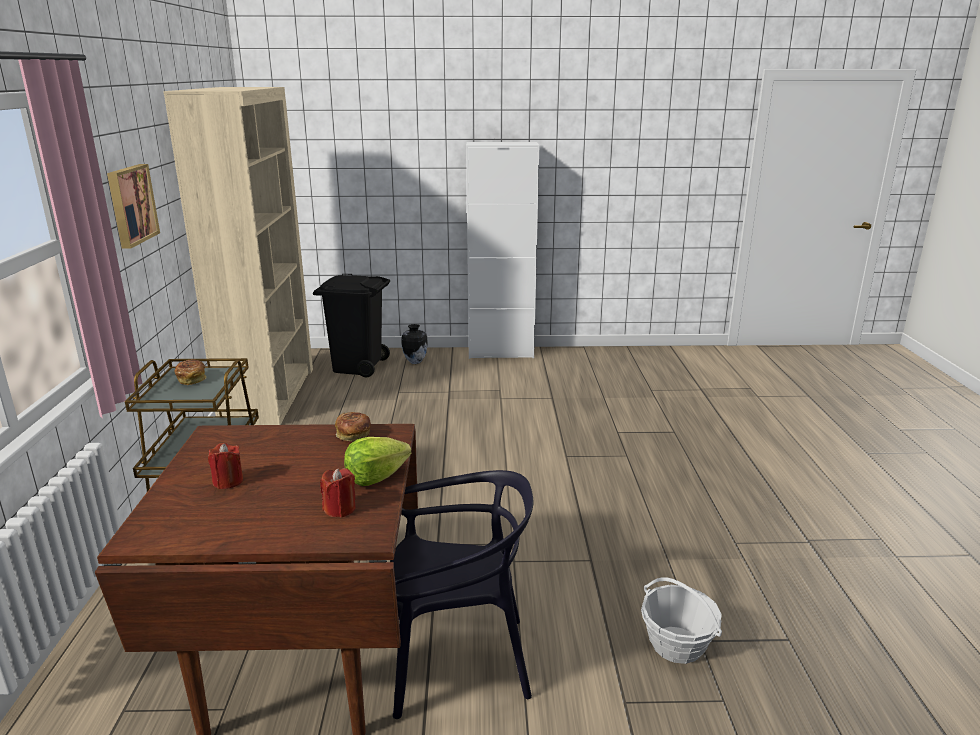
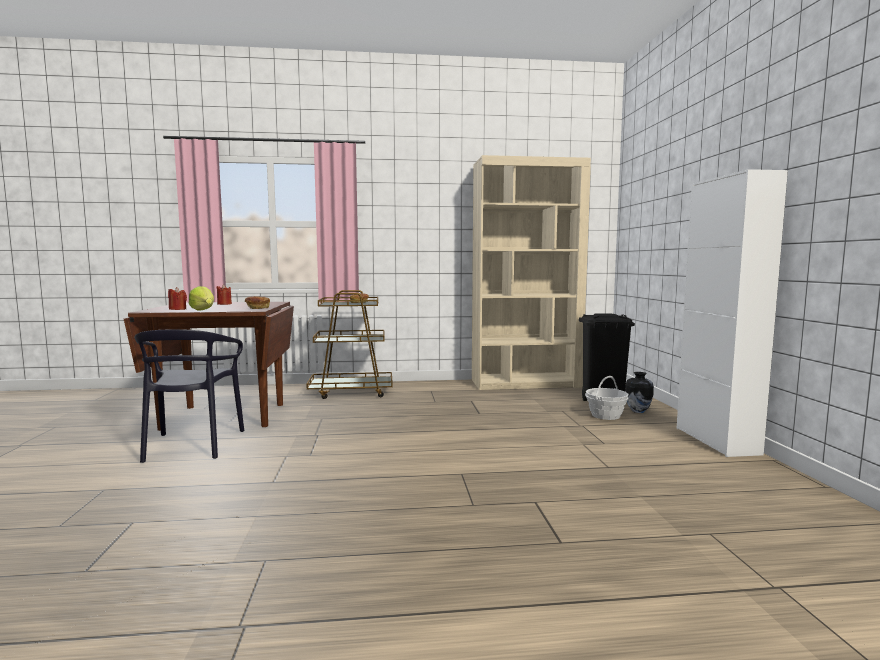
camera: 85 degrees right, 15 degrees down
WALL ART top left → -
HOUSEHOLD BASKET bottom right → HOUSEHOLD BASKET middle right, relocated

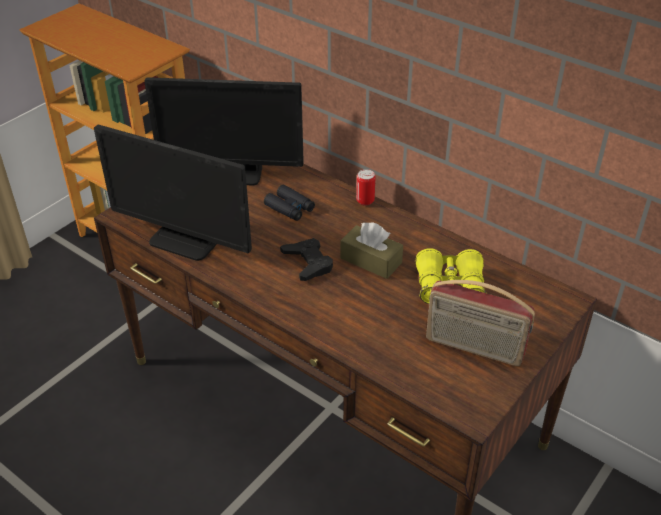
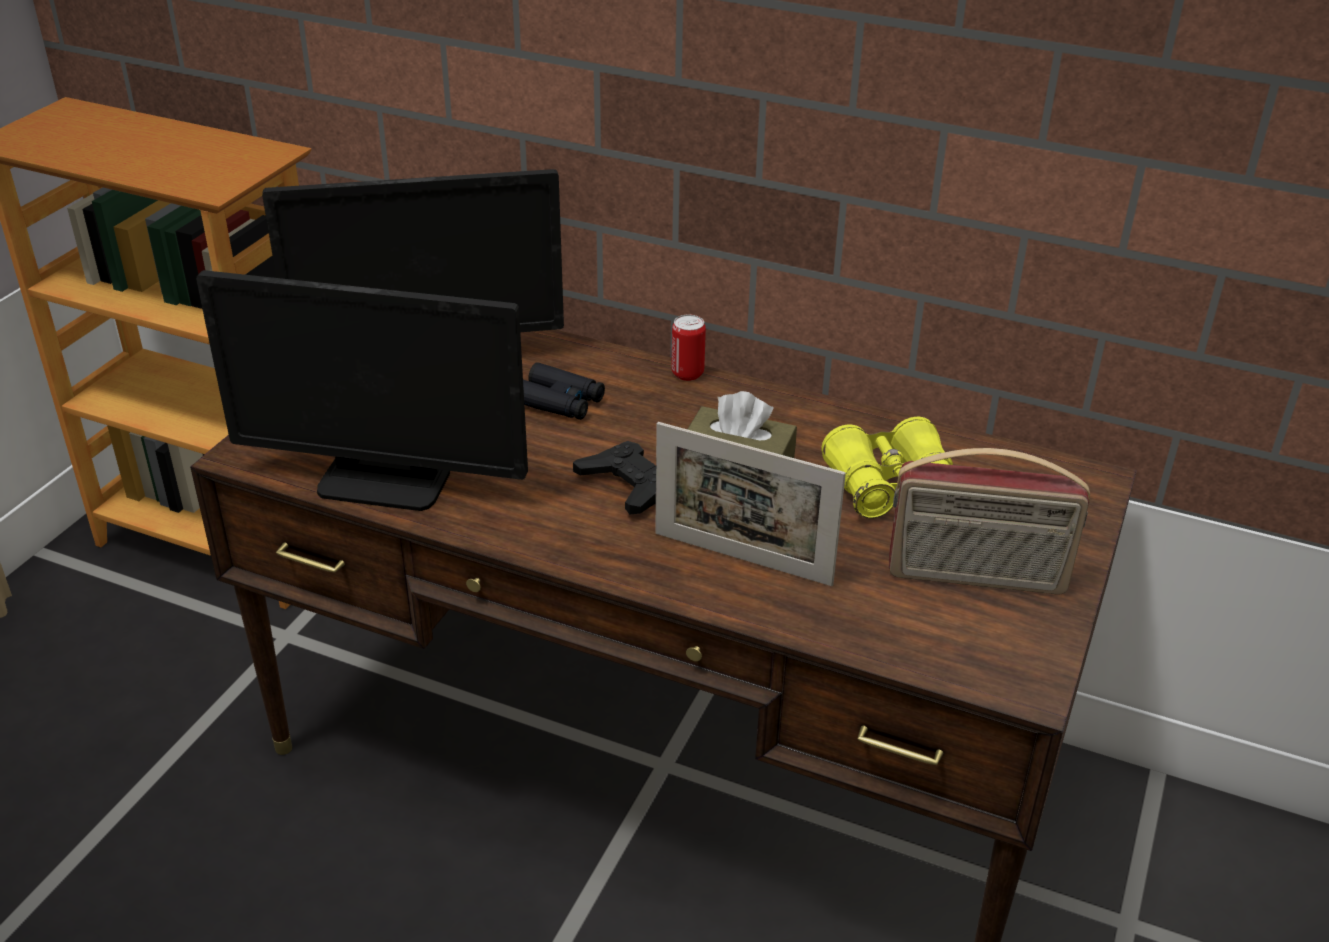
camera: 15 degrees left, 5 degrees down
- → PICTURE FRAME centre

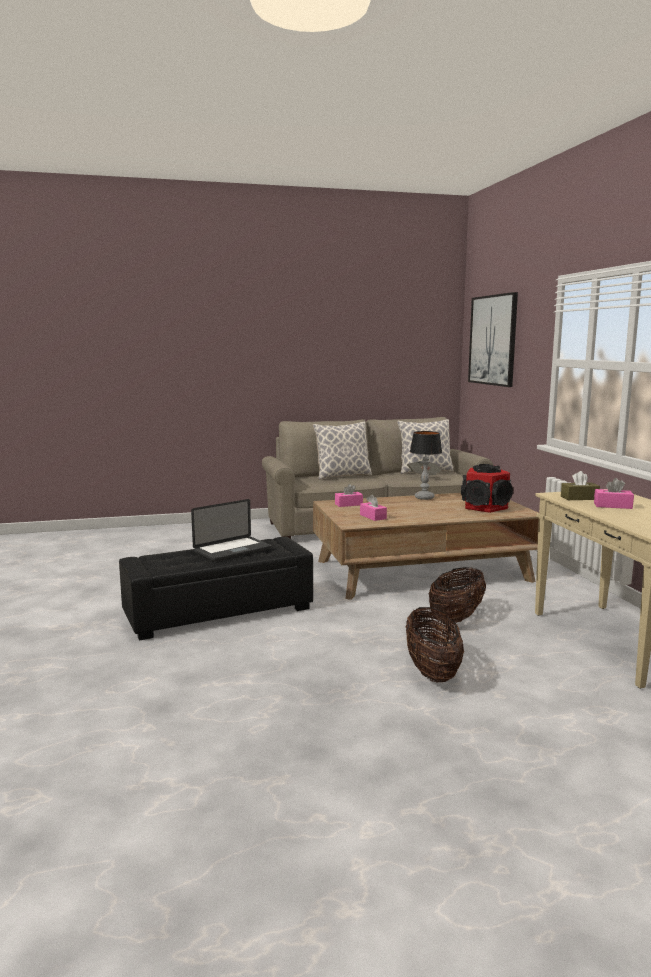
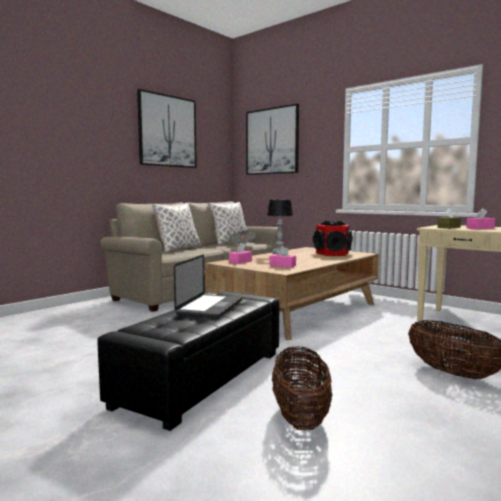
camera: 35 degrees left, 5 degrees down
- → WALL ART (no. 1 from left) top centre
HOUSEHOLD BASKET (no. 2 from left in the first image) middle right → HOUSEHOLD BASKET (no. 1 from left) bottom centre, relocated

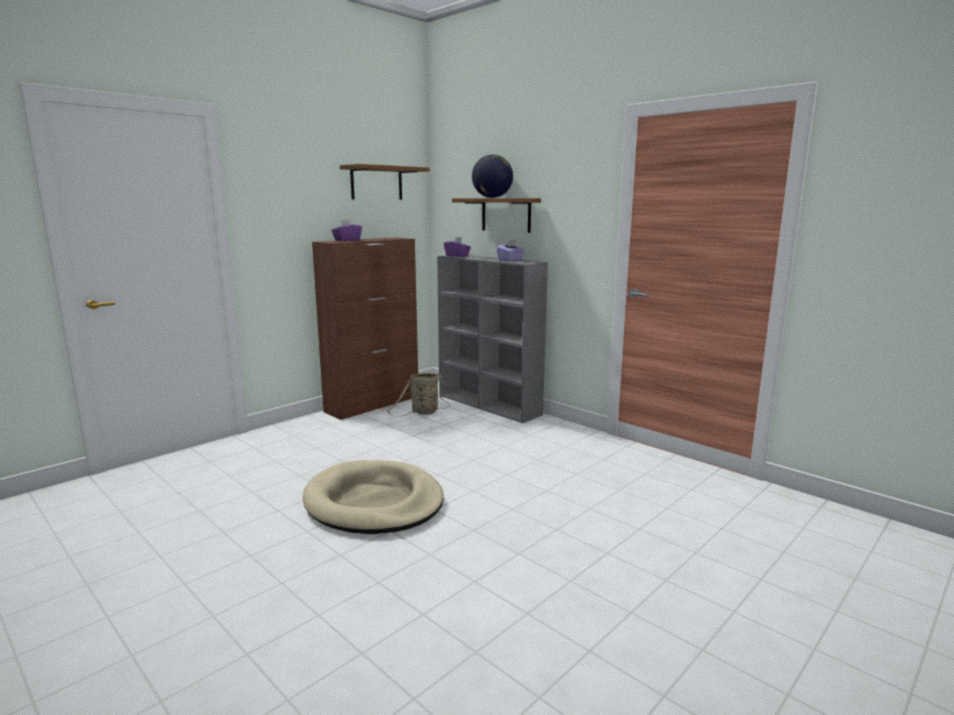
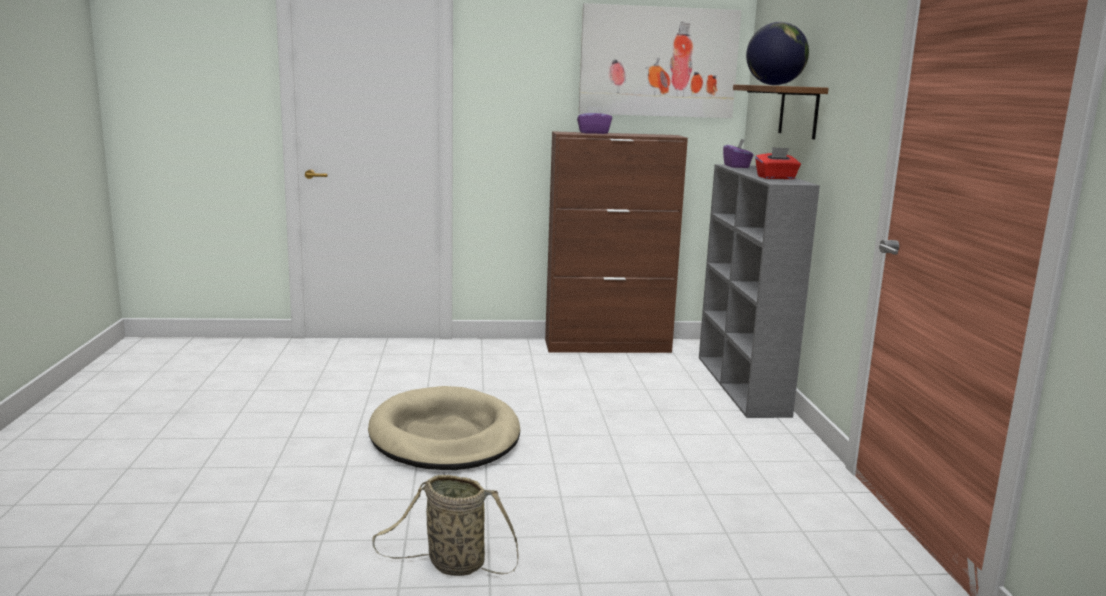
camera: 40 degrees right, 0 degrees up
HOUSEHOLD BASKET centre → HOUSEHOLD BASKET bottom centre, relocated
BROWN WALL SHELF (no. 1 from left) top centre → WALL ART top centre
PURPLISH TISSUE HOLDER (no. 3 from left) centre → REDDISH TISSUE HOLDER top right

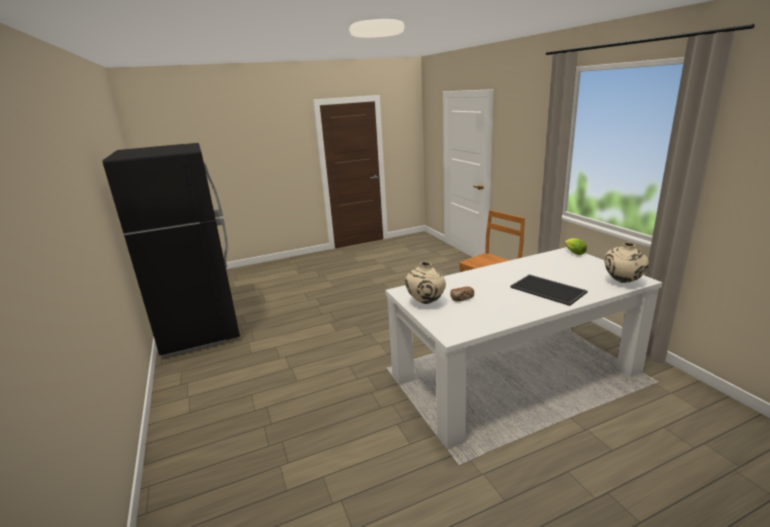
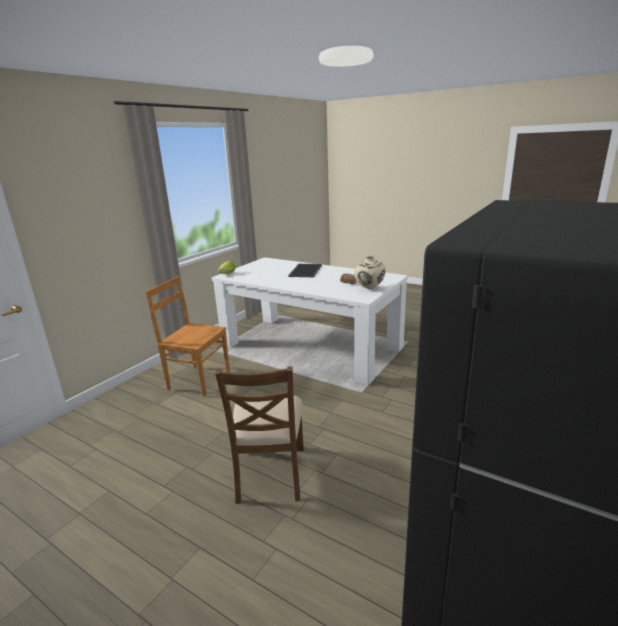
camera: 125 degrees left, 0 degrees up
BEIGE VASE (no. 2 from left) middle right → -
- → BROWN CHAIR (no. 2 from left) bottom centre

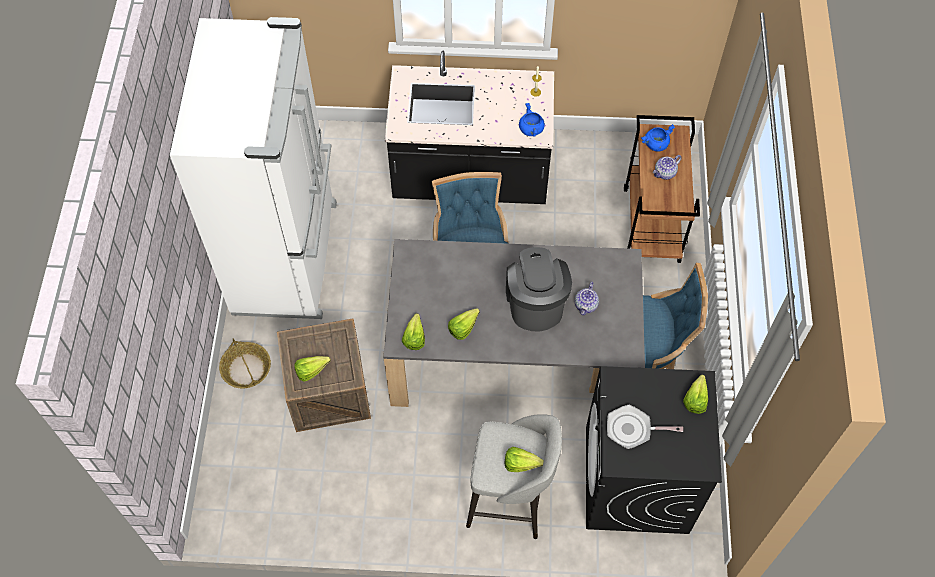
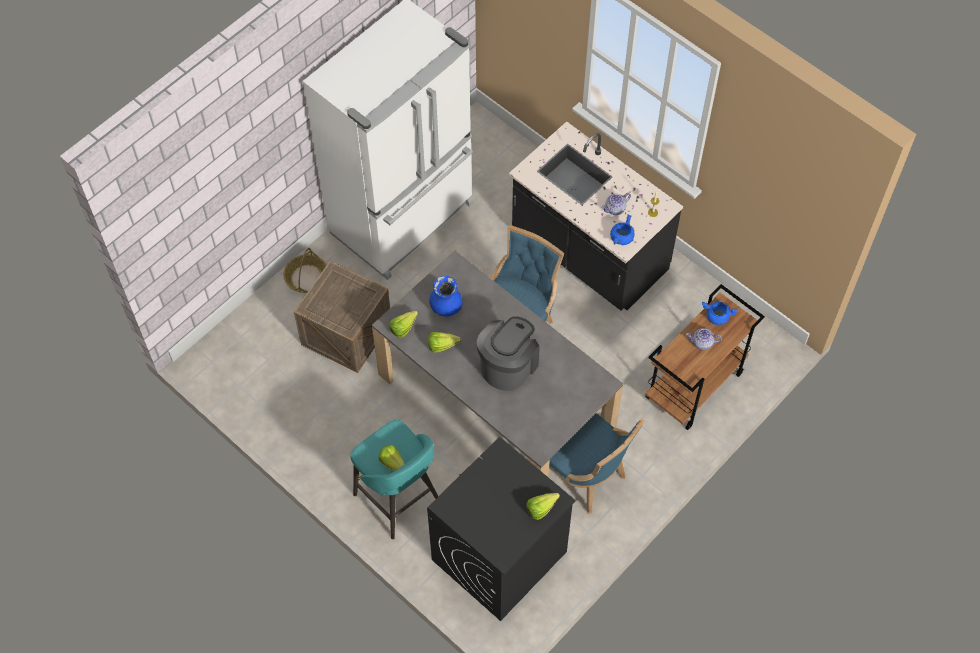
camera: 40 degrees right, 0 degrees up
HEAD OF LETTUCE (no. 1 from left) centre → -
PAN bottom right → -
- → BLUISH VASE centre
TEAPOT (no. 1 from left) centre → TEAPOT (no. 1 from left) top centre, relocated
GREY SITTING STOOL bottom centre → BLUE-GREEN SITTING STOOL bottom centre

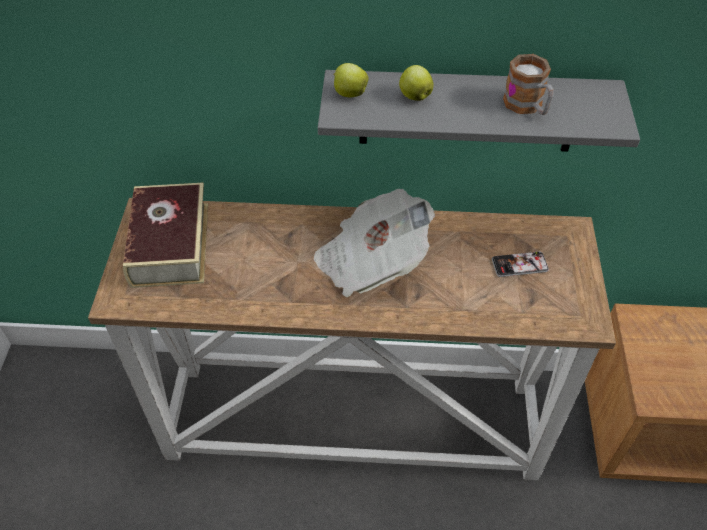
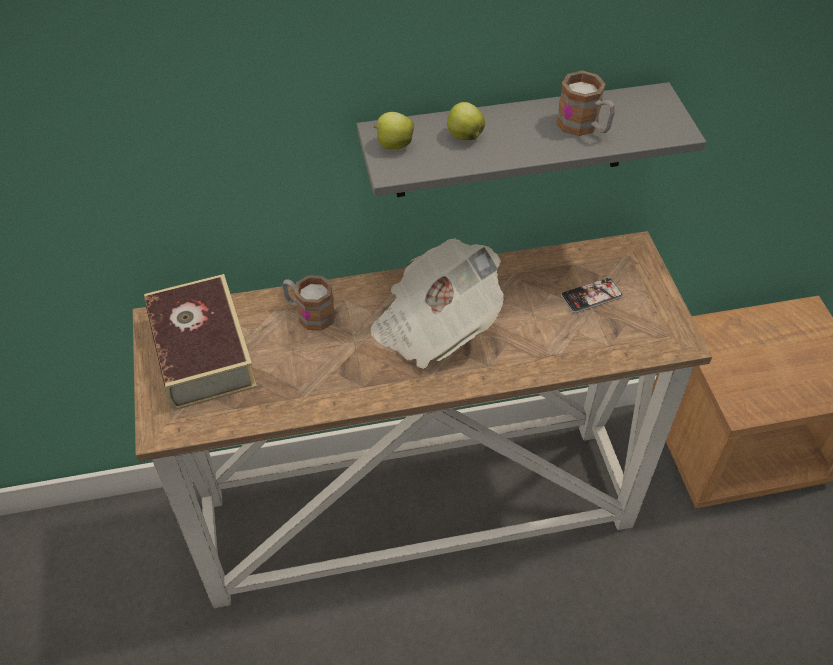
camera: 15 degrees left, 0 degrees up
- → COFFEE MUG (no. 1 from left) centre

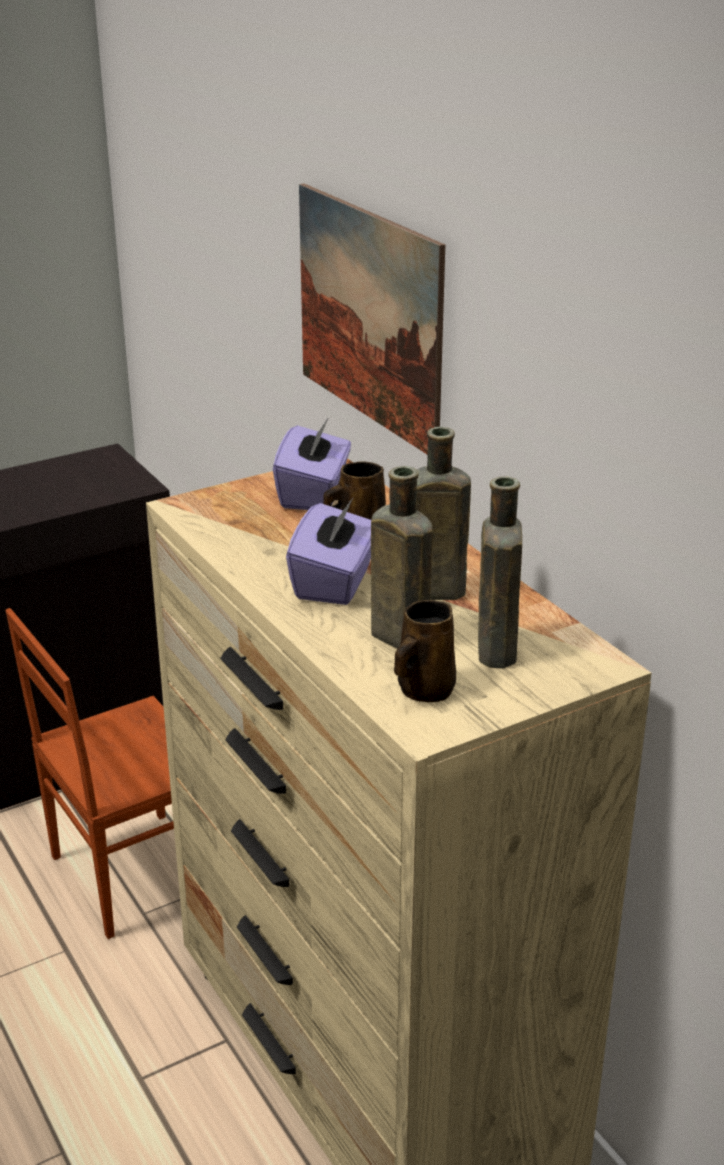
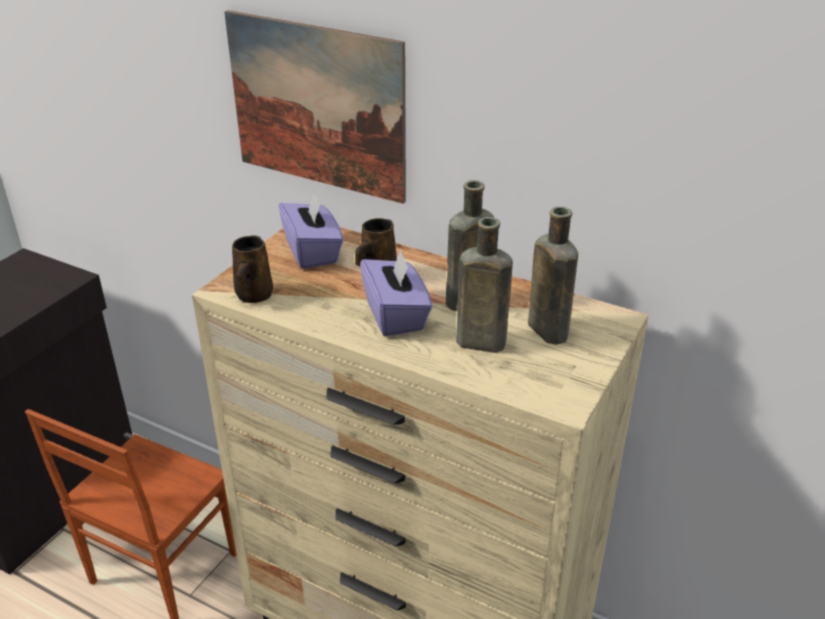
camera: 30 degrees left, 5 degrees up
BROWN COFFEE MUG (no. 2 from left in the first image) centre → BROWN COFFEE MUG (no. 1 from left) middle left, relocated

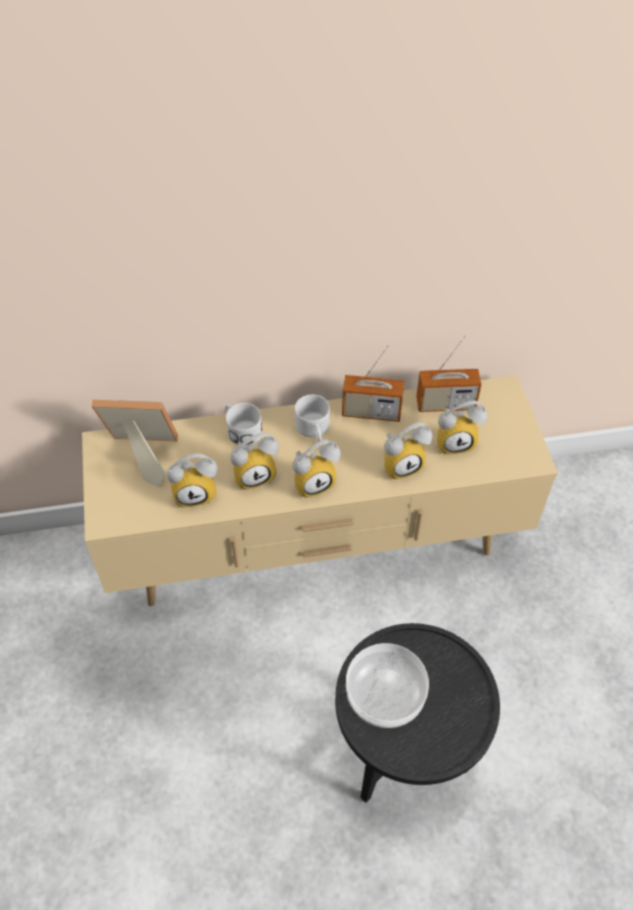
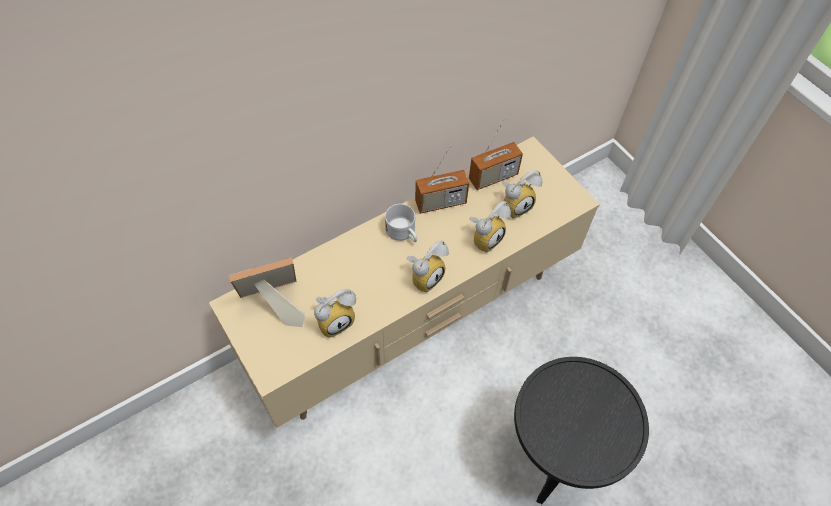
camera: 25 degrees left, 5 degrees up
WHITE COFFEE MUG (no. 1 from left) centre → -
TABLE CLOCK (no. 2 from left) centre → -
SERVING BOWL bottom centre → -

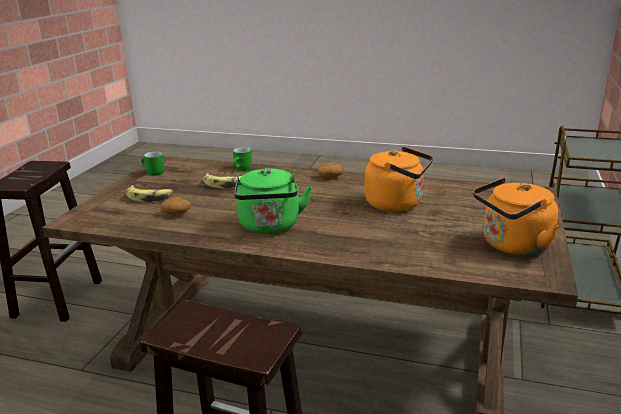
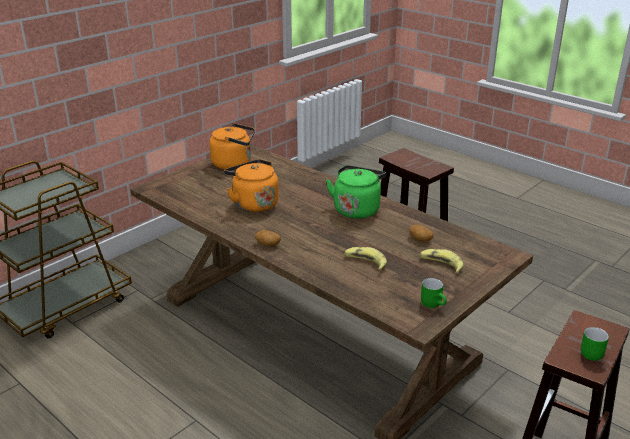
camera: 155 degrees left, 5 degrees up
GREENISH COFFEE MUG (no. 2 from left) centre → GREENISH COFFEE MUG (no. 2 from left) bottom right, relocated

